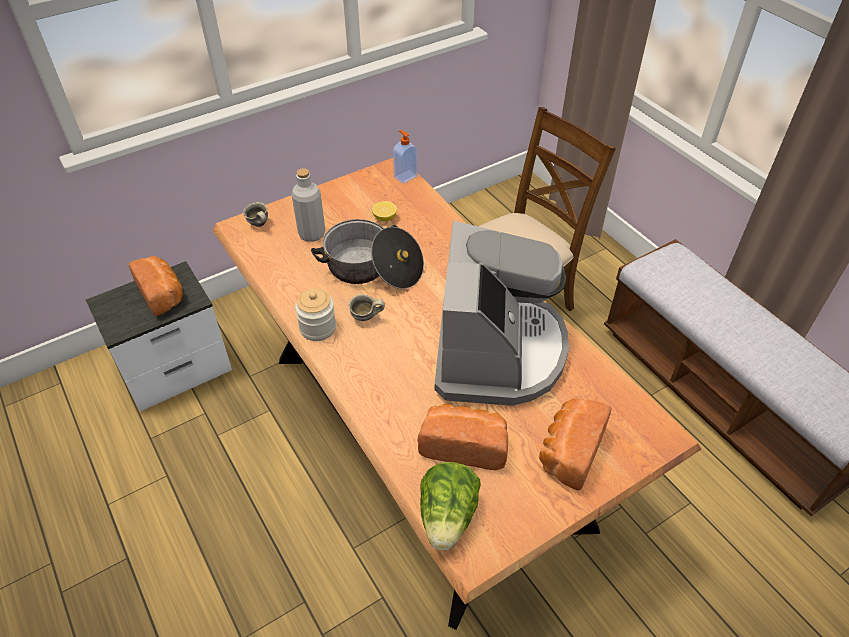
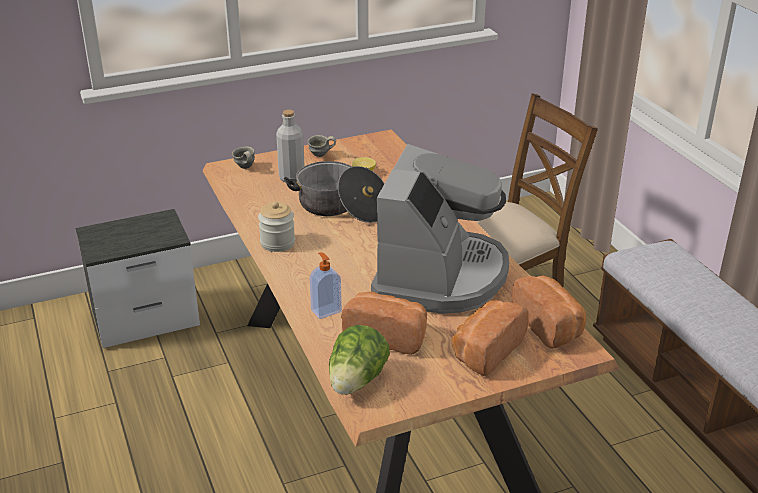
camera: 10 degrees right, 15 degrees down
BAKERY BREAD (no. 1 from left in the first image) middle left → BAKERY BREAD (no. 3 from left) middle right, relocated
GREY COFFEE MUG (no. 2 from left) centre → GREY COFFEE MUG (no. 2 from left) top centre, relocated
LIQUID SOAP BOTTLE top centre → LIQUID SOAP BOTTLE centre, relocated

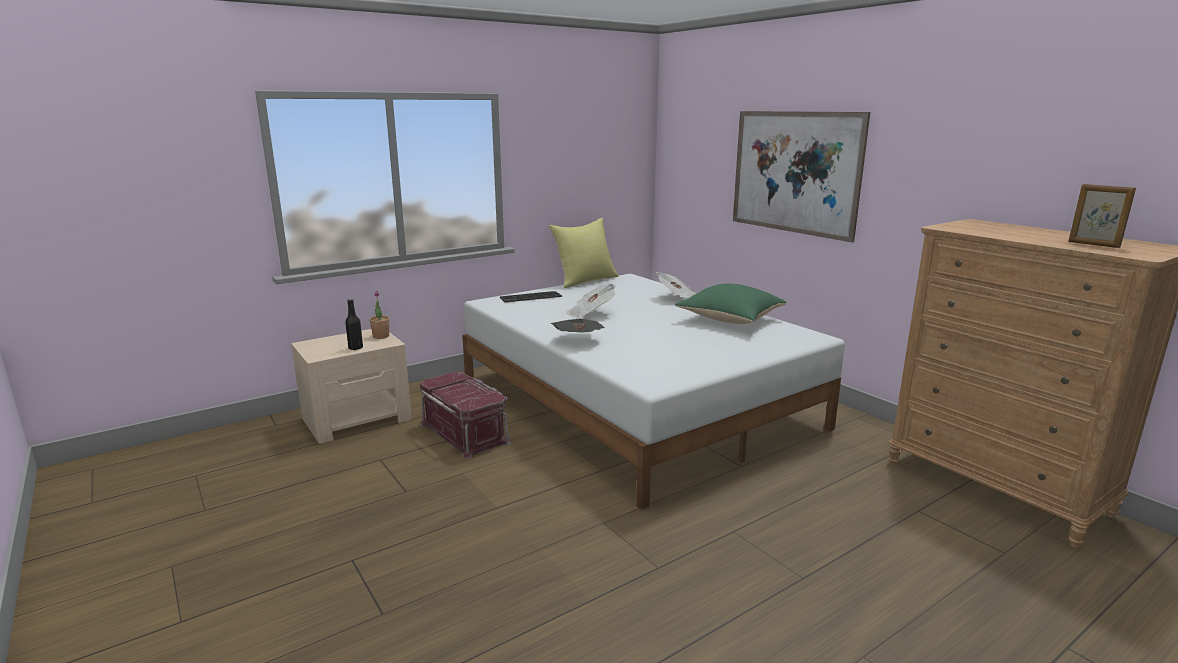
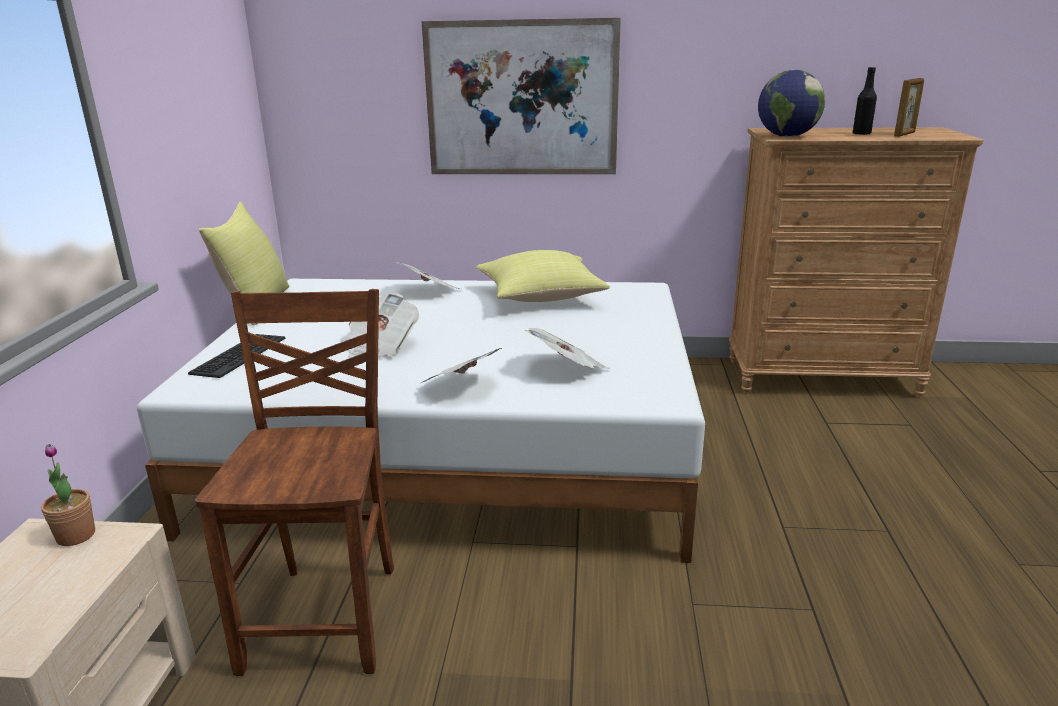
camera: 50 degrees left, 5 degrees up
- → PRINTED PAPER (no. 4 from left) centre
- → GLOBE top right
BLACKISH DRINK BOTTLE middle left → BLACKISH DRINK BOTTLE top right, relocated
REDDISH STORAGE CONTAINER centre → BROWN CHAIR bottom left
GREENISH PILLOW centre → YELLOWISH PILLOW (no. 2 from left) centre
PICTURE FRAME top right, 45 degrees counterclockwise

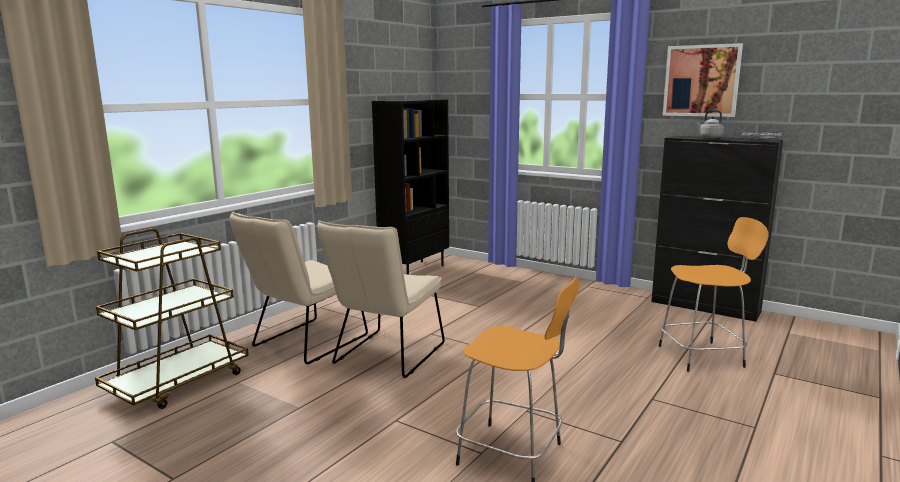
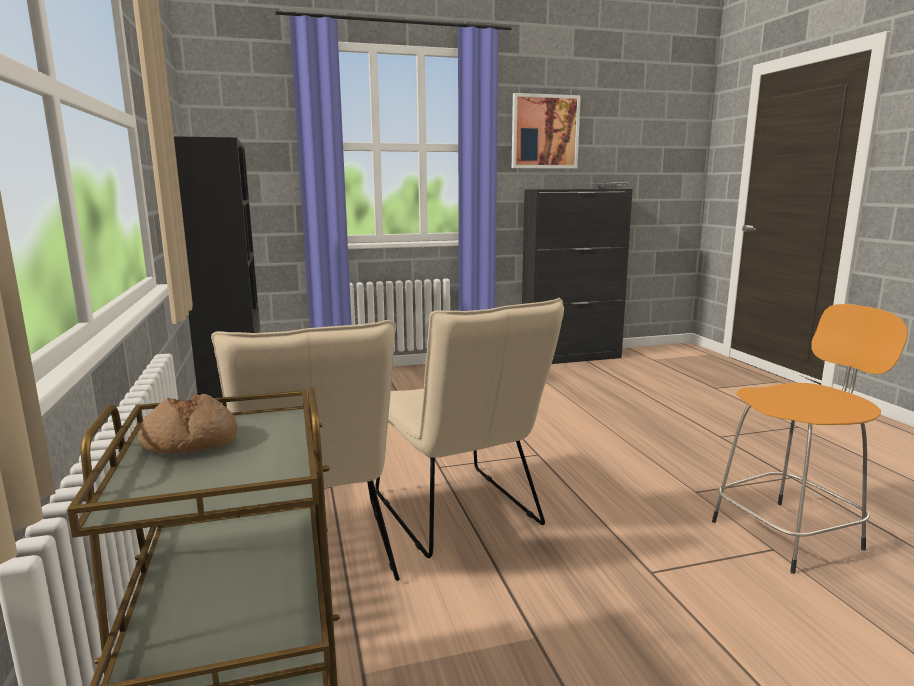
camera: 50 degrees left, 0 degrees up
ORANGE SITTING STOOL (no. 2 from left) middle right → -
GREY KETTLE top right → -
- → BAKERY BREAD middle left

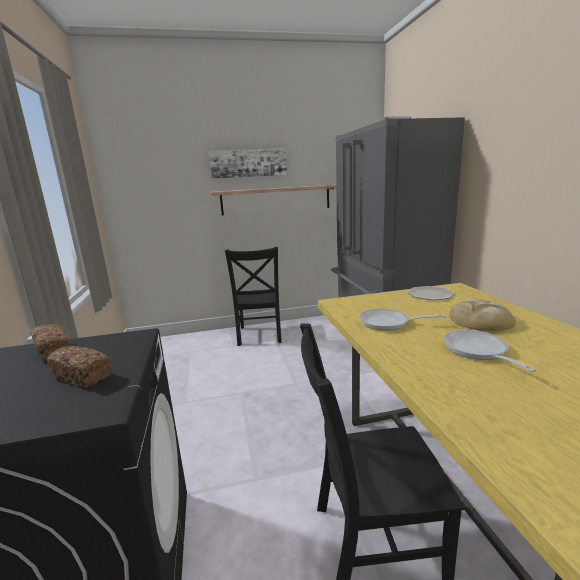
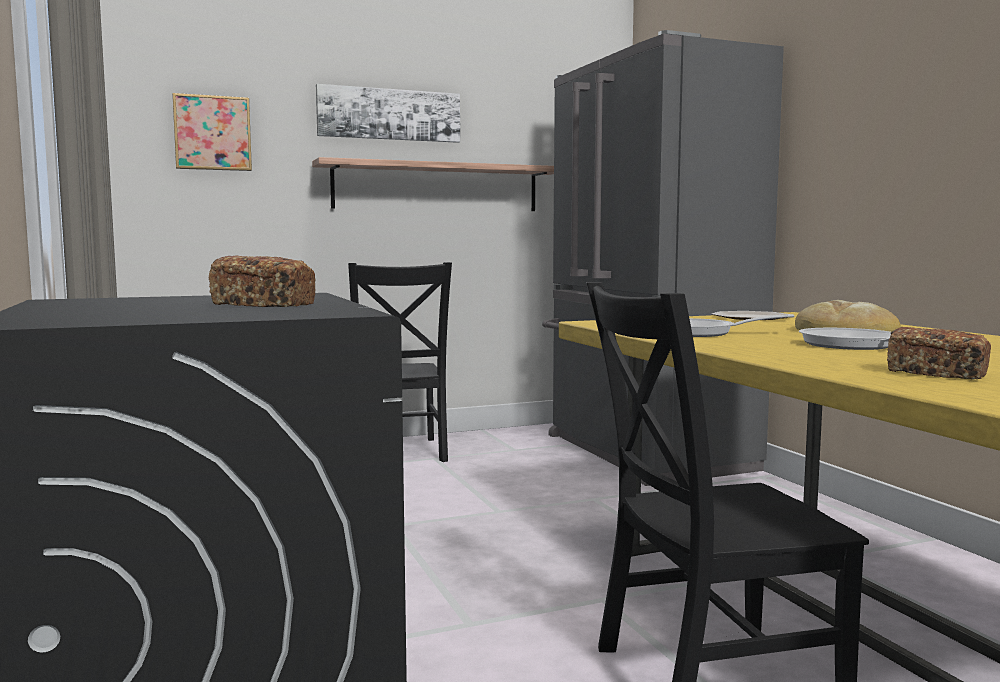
camera: 10 degrees left, 10 degrees down
- → WALL ART (no. 1 from left) top left
BAKERY BREAD (no. 1 from left in the first image) middle left → BAKERY BREAD (no. 3 from left) middle right, relocated

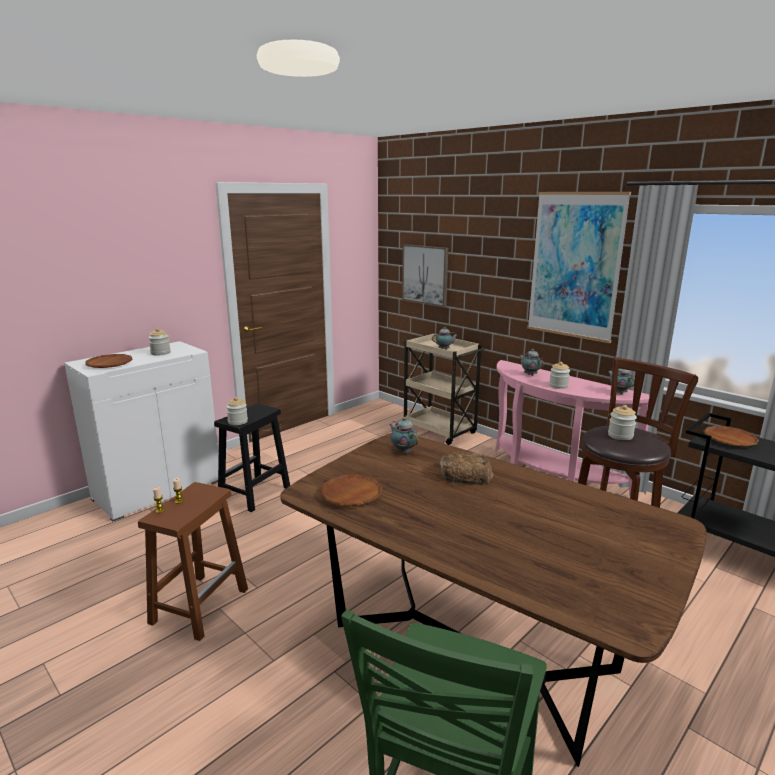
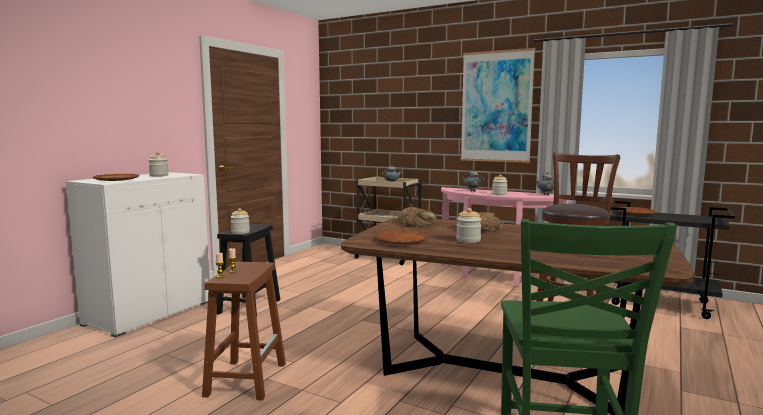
camera: 15 degrees left, 10 degrees down
WALL ART (no. 1 from left) centre → -
JAR (no. 4 from left in the first image) middle right → JAR (no. 3 from left) centre, relocated
TEAPOT (no. 1 from left) centre → BAKERY BREAD (no. 1 from left) centre

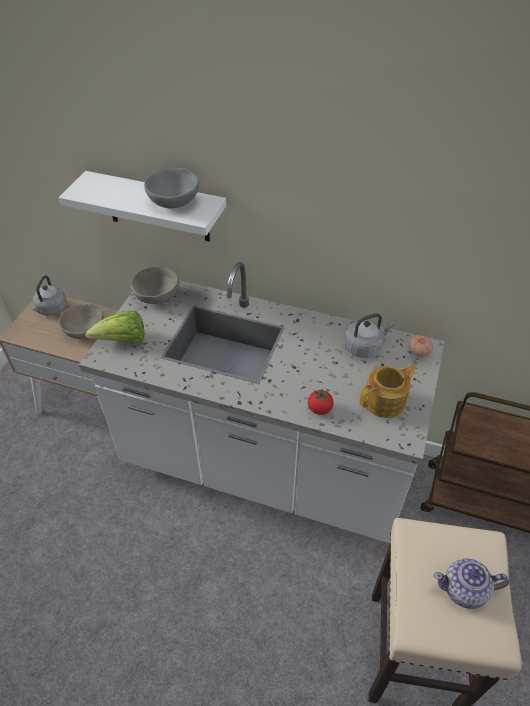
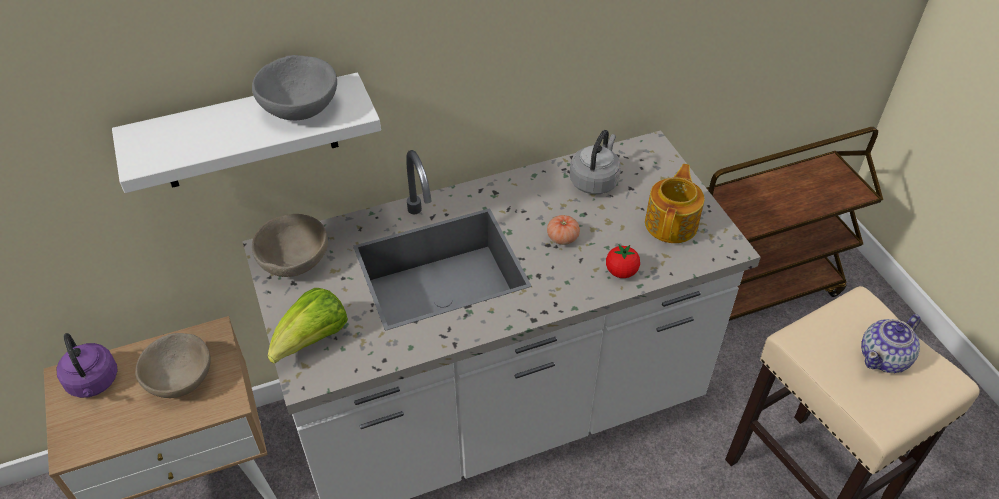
camera: 40 degrees left, 0 degrees up
TOMATO (no. 2 from left in the first image) middle right → TOMATO (no. 1 from left) centre, relocated
GREY KETTLE (no. 1 from left) middle left → PURPLISH KETTLE bottom left

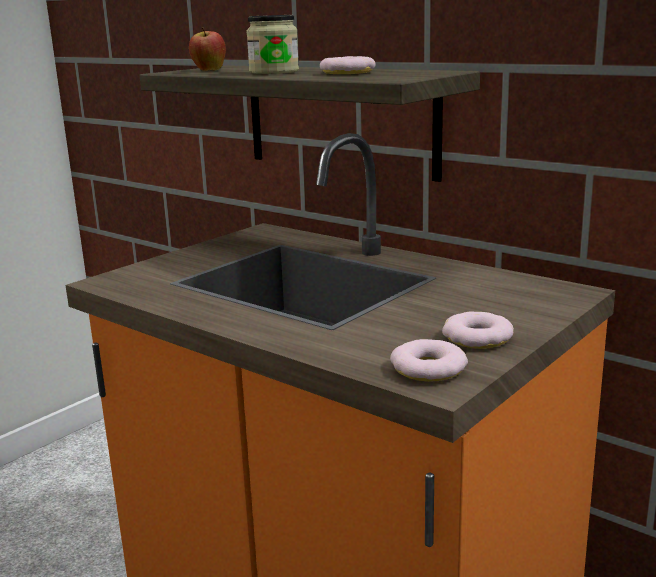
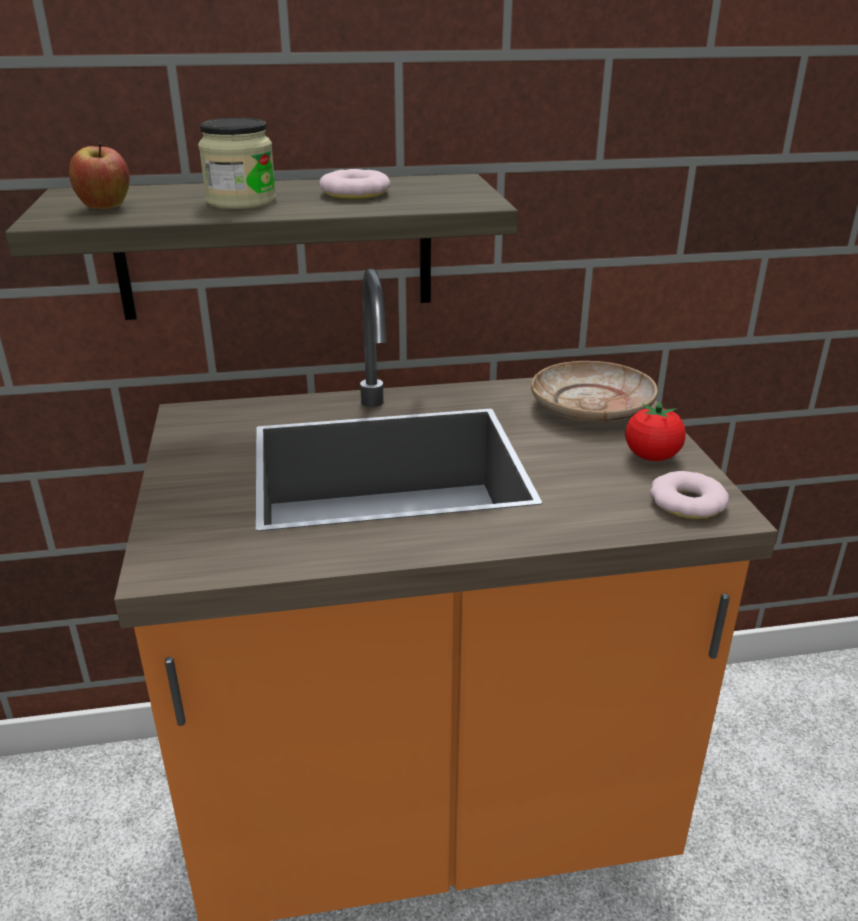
camera: 50 degrees left, 10 degrees up
- → BEIGE PLATE middle right
DONUT (no. 3 from left) middle right → TOMATO middle right

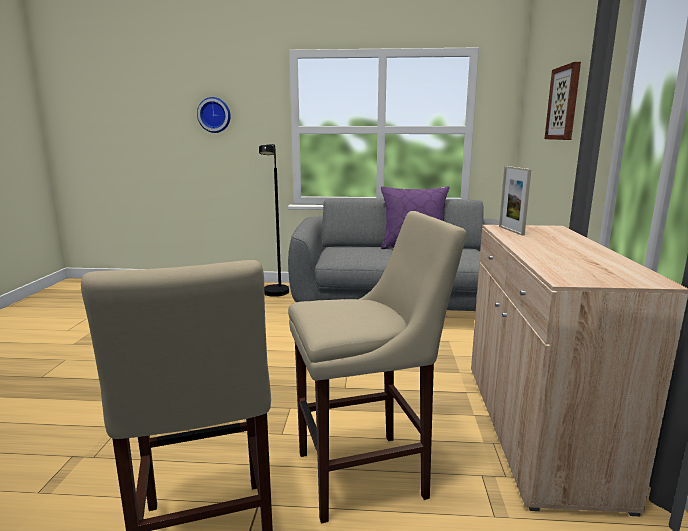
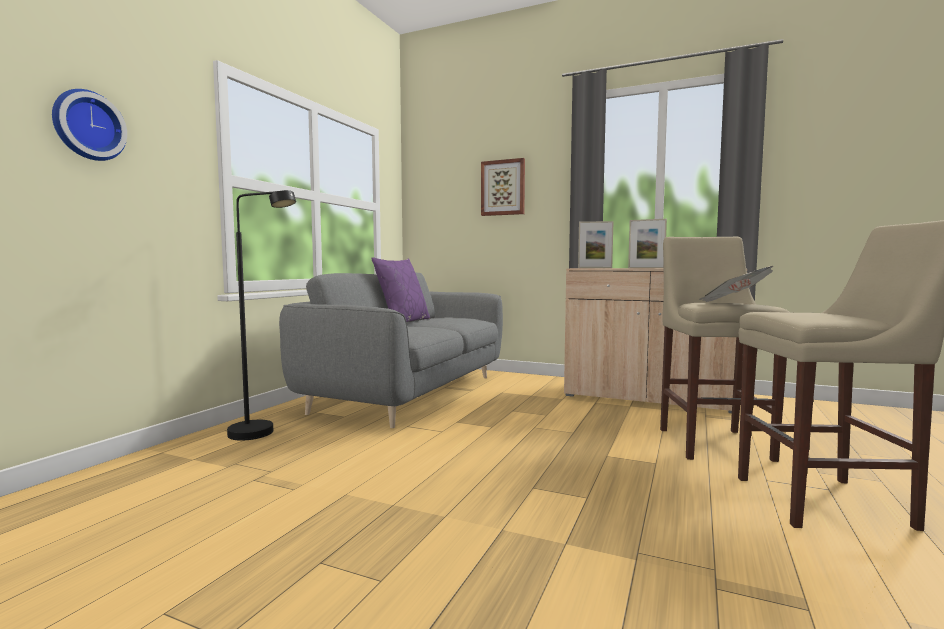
camera: 70 degrees left, 10 degrees down
- → PICTURE FRAME (no. 2 from left) middle right
- → PRINTED PAPER middle right

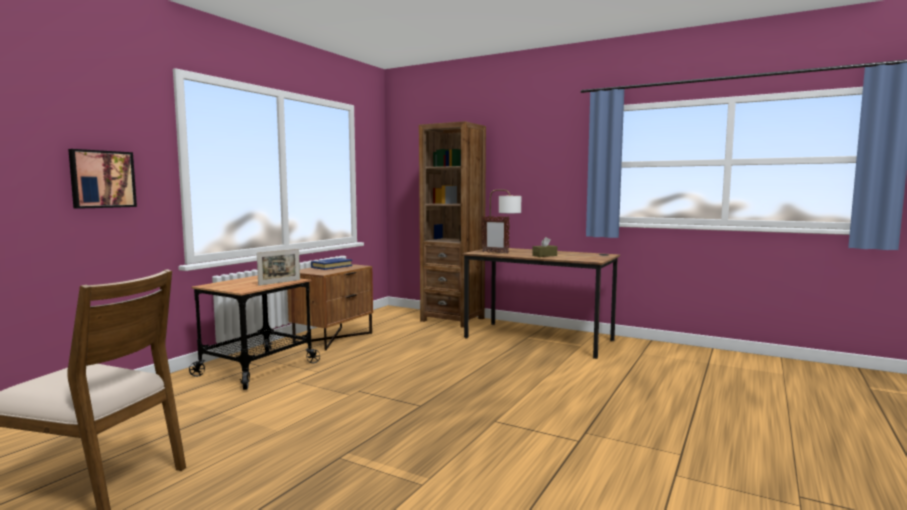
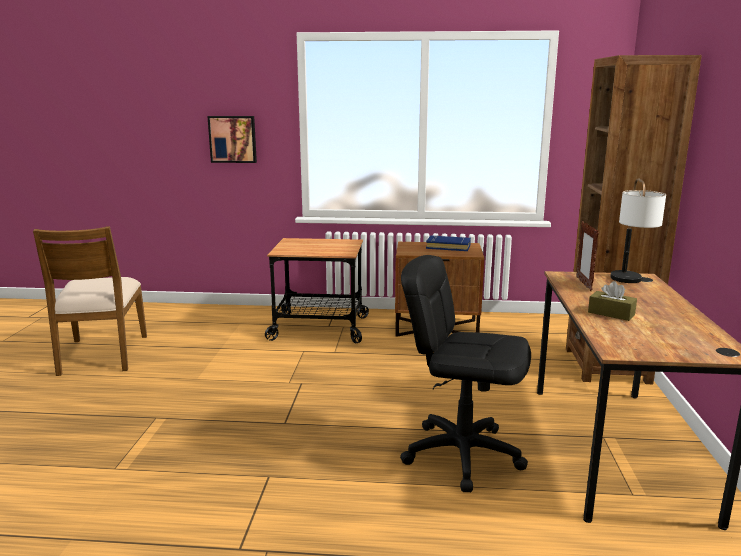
camera: 65 degrees right, 10 degrees up
PICTURE FRAME (no. 1 from left) middle left → -
- → BLACKISH OFFICE CHAIR bottom centre

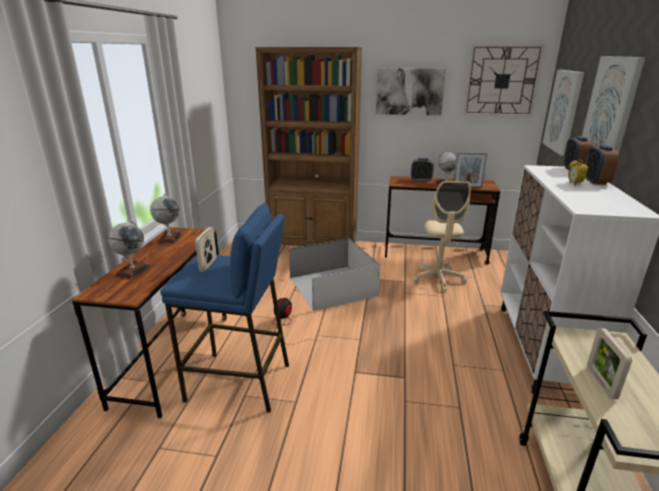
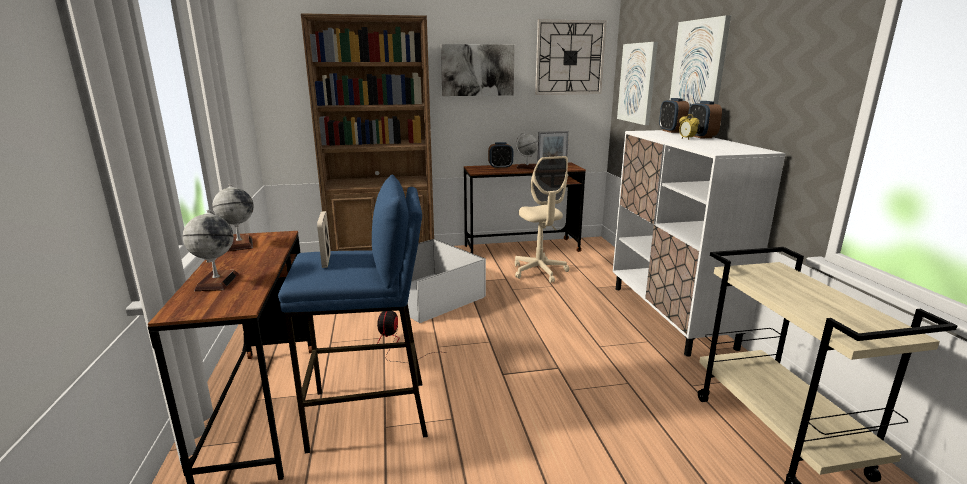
camera: 20 degrees left, 5 degrees down
PICTURE FRAME (no. 3 from left) bottom right → -

